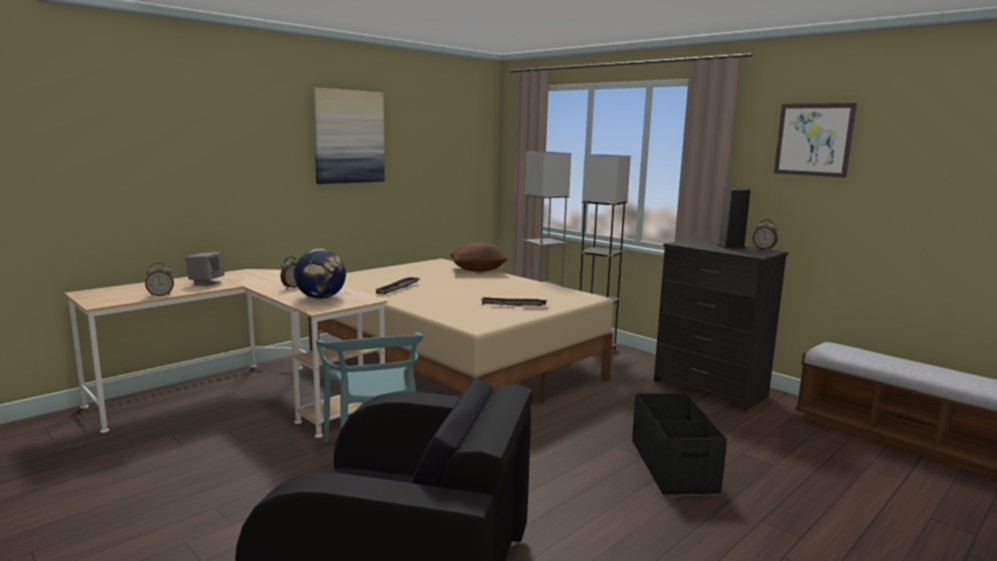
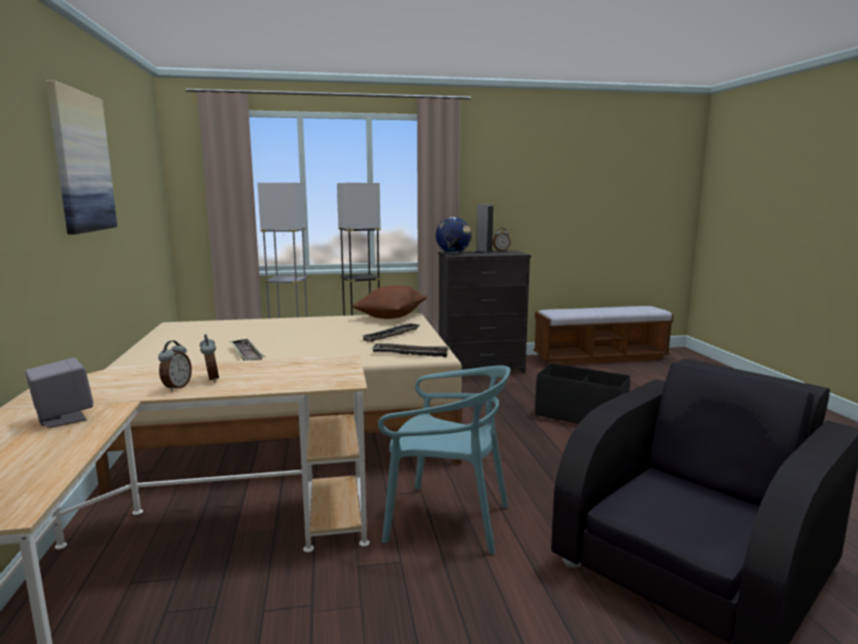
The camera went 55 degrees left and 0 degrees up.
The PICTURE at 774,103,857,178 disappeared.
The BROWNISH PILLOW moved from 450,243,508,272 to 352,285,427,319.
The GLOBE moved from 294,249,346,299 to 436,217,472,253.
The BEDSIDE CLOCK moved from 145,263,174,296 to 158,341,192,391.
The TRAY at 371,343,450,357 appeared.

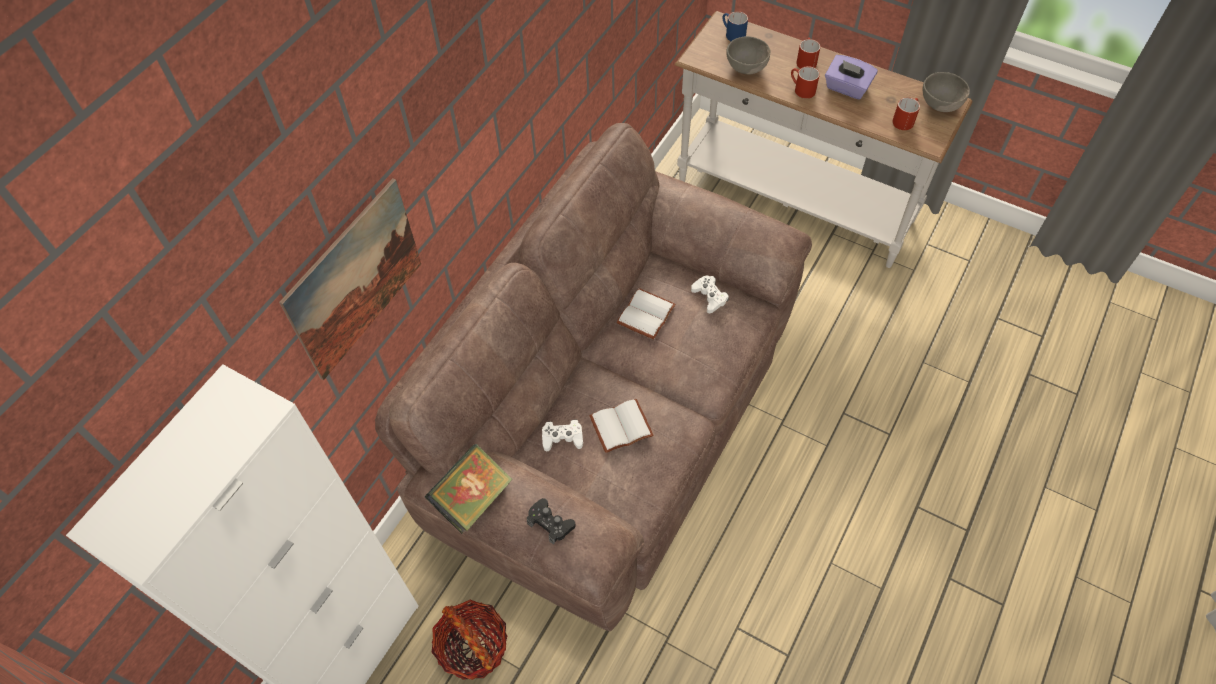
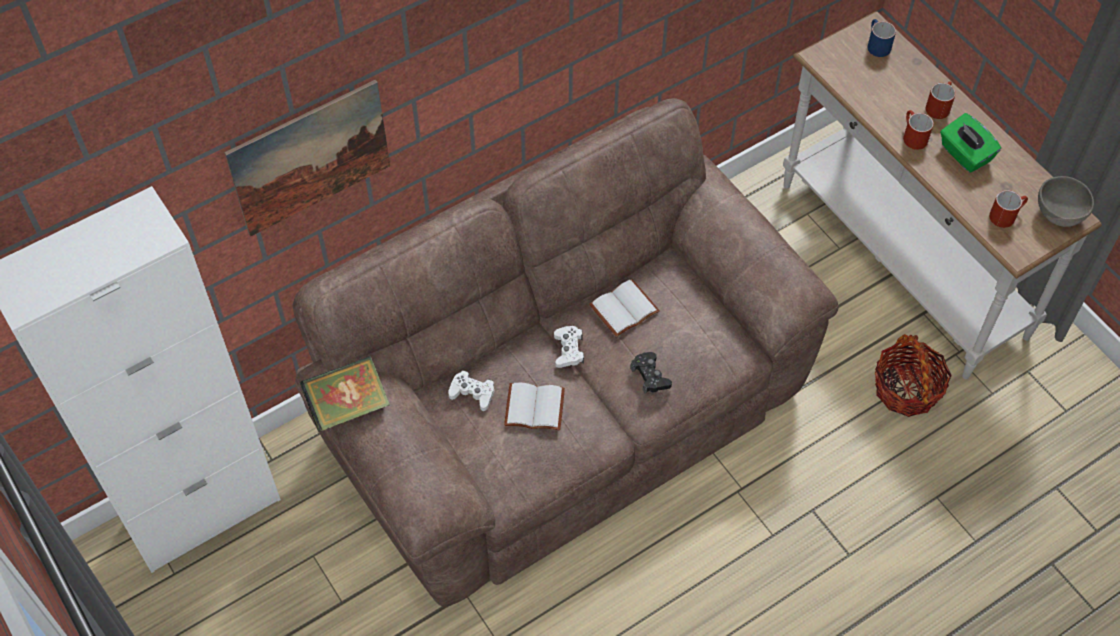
The camera went 25 degrees right and 0 degrees up.
The GREYISH SERVING BOWL at 726,36,770,74 disappeared.
The PURPLE-COLOURED BOX OF TISSUES at 825,55,878,100 became the GREEN BOX OF TISSUES at 940,113,1001,173.
The WHITE-COLOURED GAMEPAD moved from 691,276,729,313 to 554,326,584,368.
The BLACKISH GAMEPAD moved from 527,498,576,545 to 630,352,672,393.
The HOUSEHOLD BASKET moved from 431,600,507,680 to 875,334,952,417.

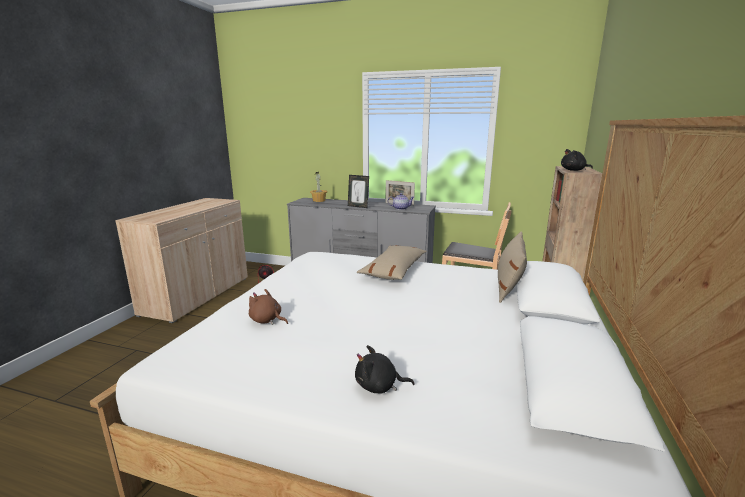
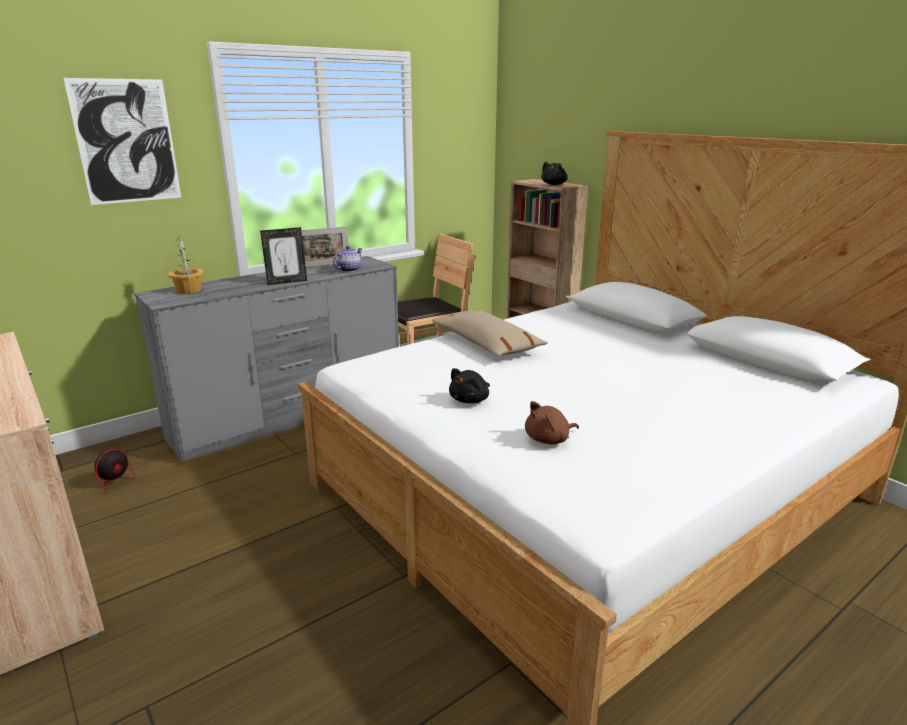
The camera went 55 degrees left and 5 degrees up.
The SAND-COLOURED PILLOW at 498,231,527,303 disappeared.
The BLACKISH SOFT TOY moved from 355,345,415,393 to 449,368,490,403.
The PICTURE at 64,78,181,205 appeared.

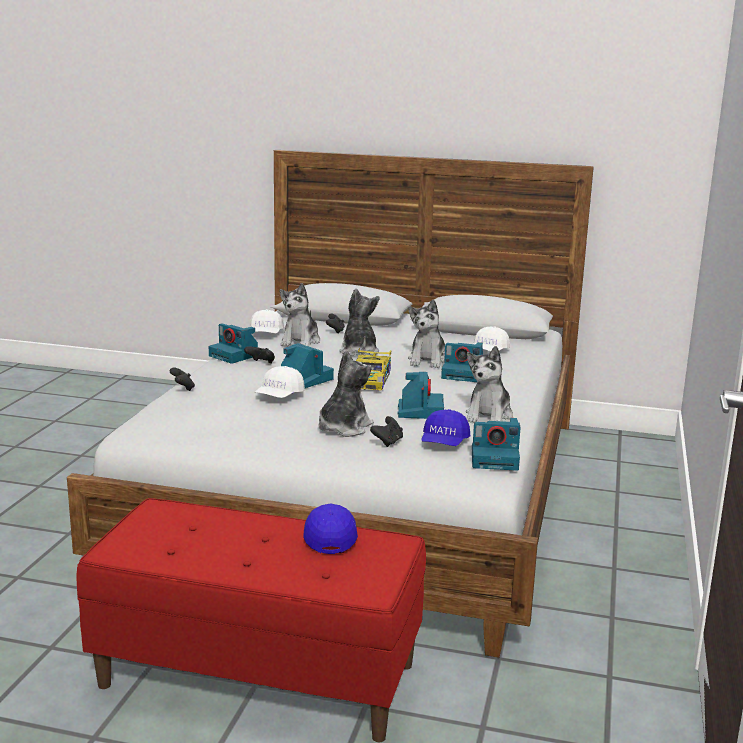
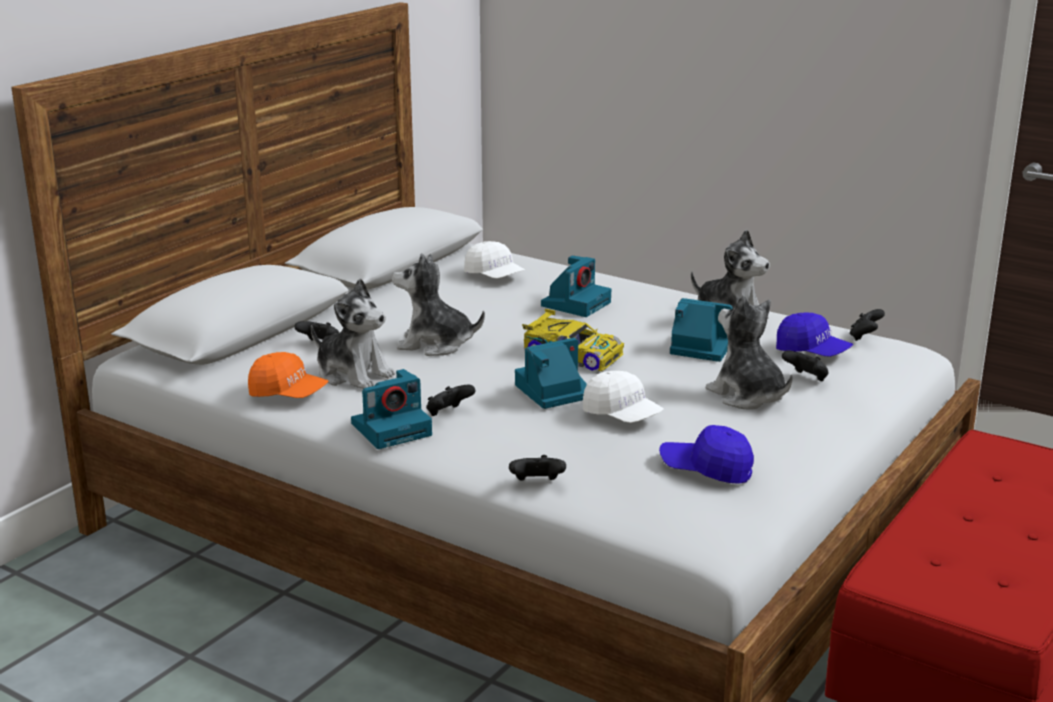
The camera went 70 degrees left and 5 degrees up.
The SOFT TOY at 408,299,445,368 disappeared.
The WHITE-COLOURED PEAKED CAP at 249,309,284,333 became the ORANGEY PEAKED CAP at 248,352,329,398.
The STILL CAMERA at 472,418,521,471 was replaced by the BLACKISH GAMEPAD at 850,309,885,341.
The BLUE-COLOURED PEAKED CAP moved from 303,503,358,554 to 659,425,754,484.

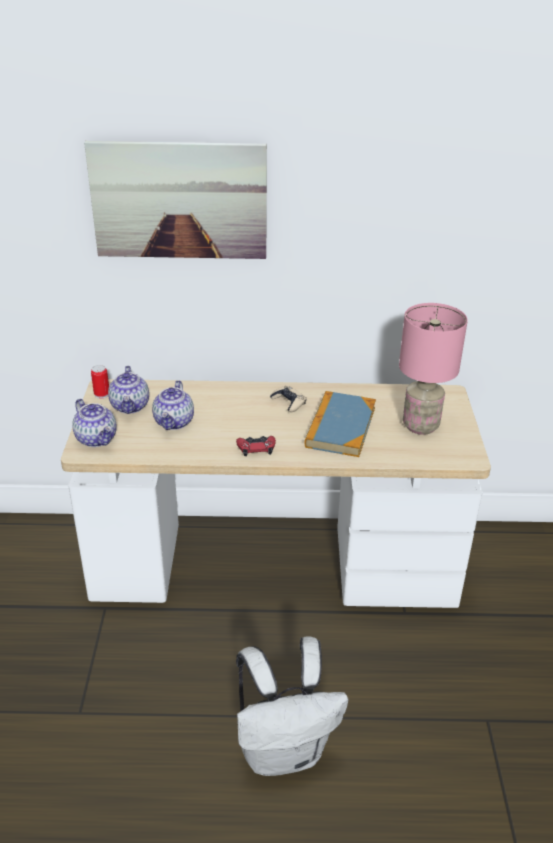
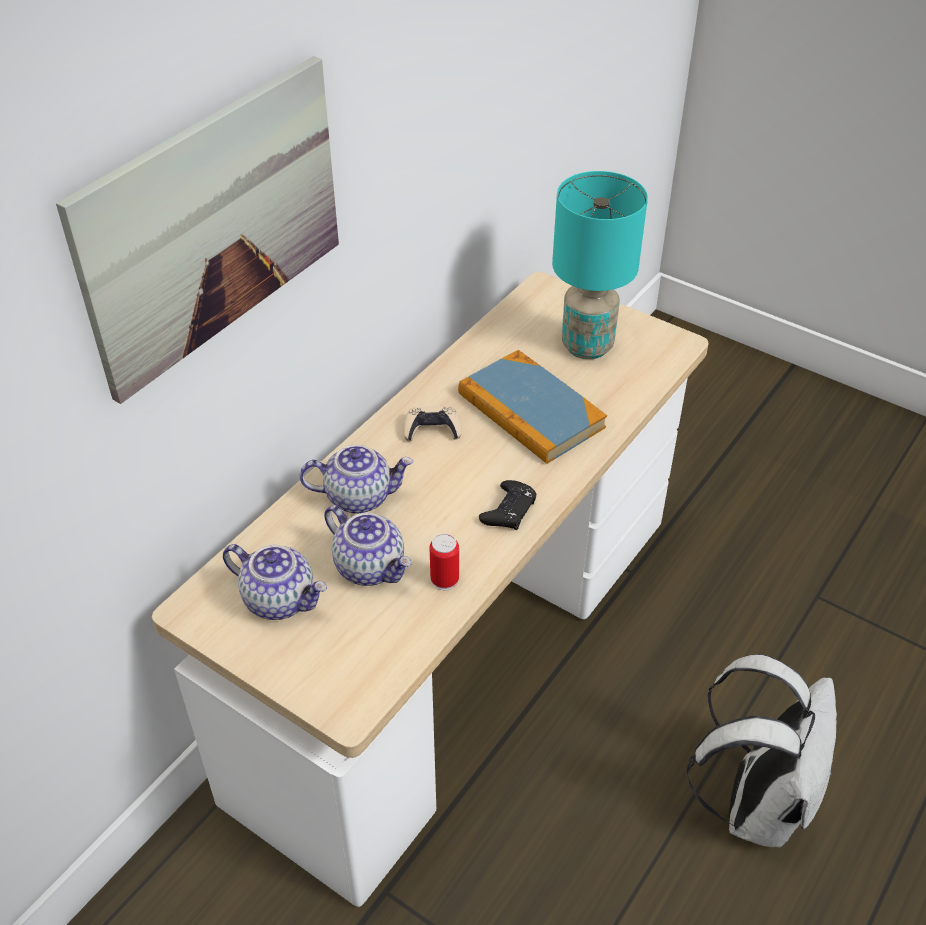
The camera went 55 degrees left and 10 degrees up.
The PINK-COLOURED LAMP FOR A TABLE at 399,303,468,435 became the TURQUOISE LAMP FOR A TABLE at 552,171,648,359.
The SEALED CAN moved from 91,365,109,399 to 429,534,459,590.
The POT FOR TEA moved from 72,399,117,447 to 300,445,413,513.
The RED-COLOURED GAMEPAD at 236,436,276,456 became the BLACKISH GAMEPAD at 479,480,537,530.

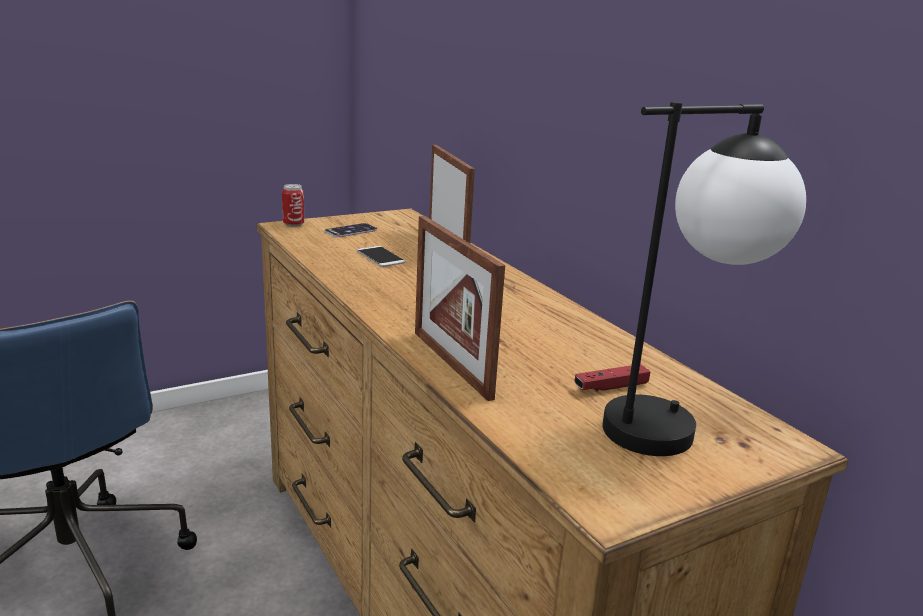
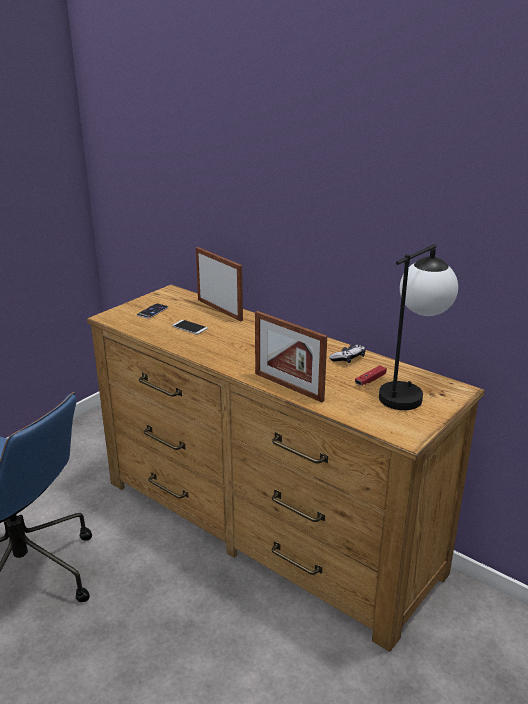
The camera went 20 degrees left and 5 degrees up.
The SEALED CAN at 282,184,305,227 disappeared.
The GAMEPAD at 329,344,366,363 appeared.

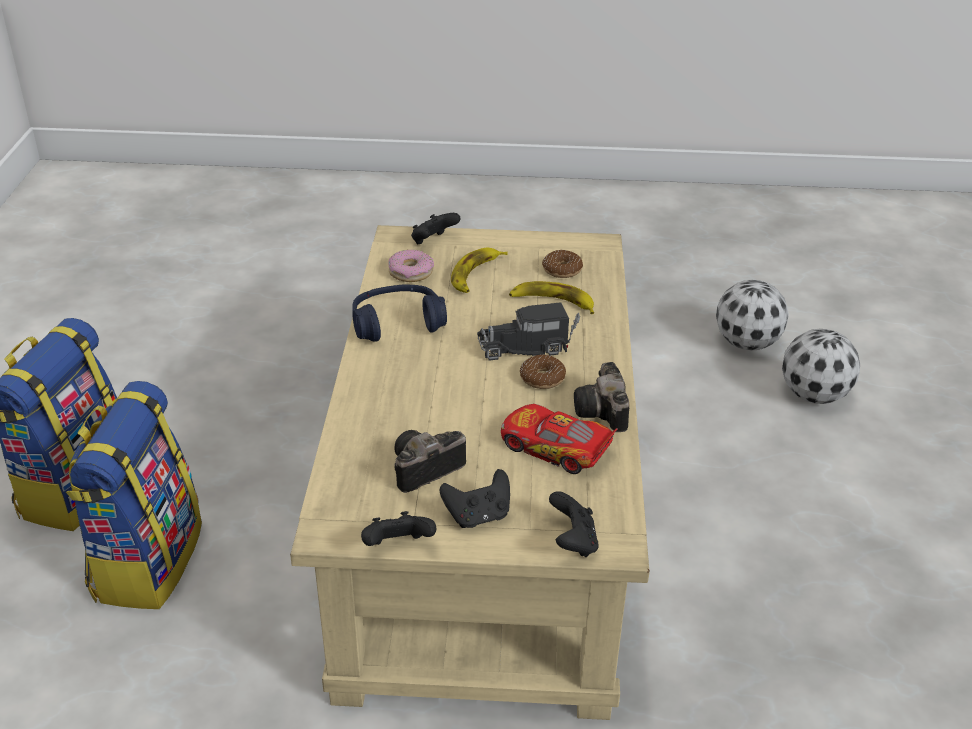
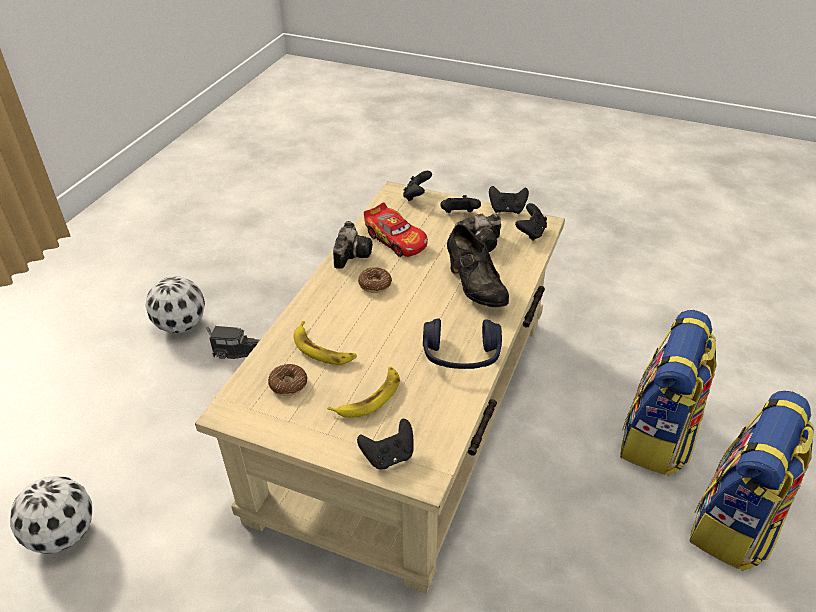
The camera went 160 degrees left and 5 degrees up.
The DONUT at 389,249,434,282 disappeared.
The TOY TRUCK moved from 477,302,580,361 to 207,326,260,359.
The FOOTBALL BALL moved from 782,329,860,404 to 145,276,205,333.
The BLACKISH GAMEPAD at 515,203,547,241 appeared.
The BLACKISH LOW SHOE at 447,224,509,307 appeared.

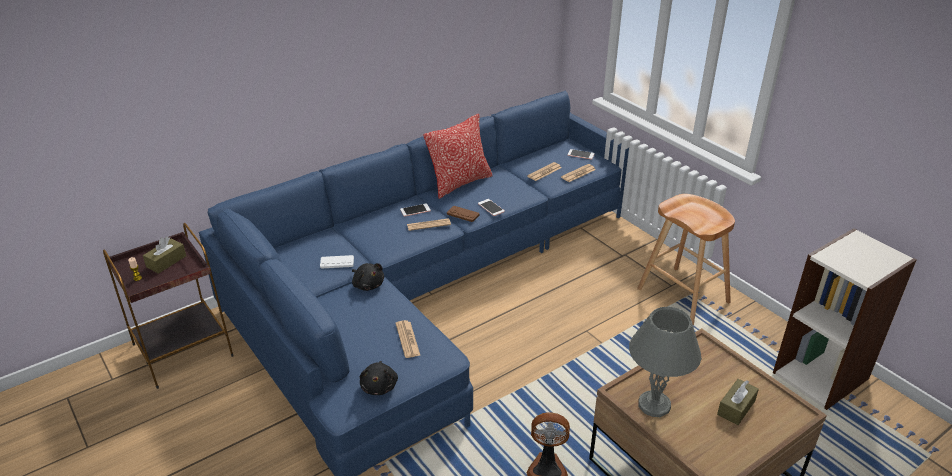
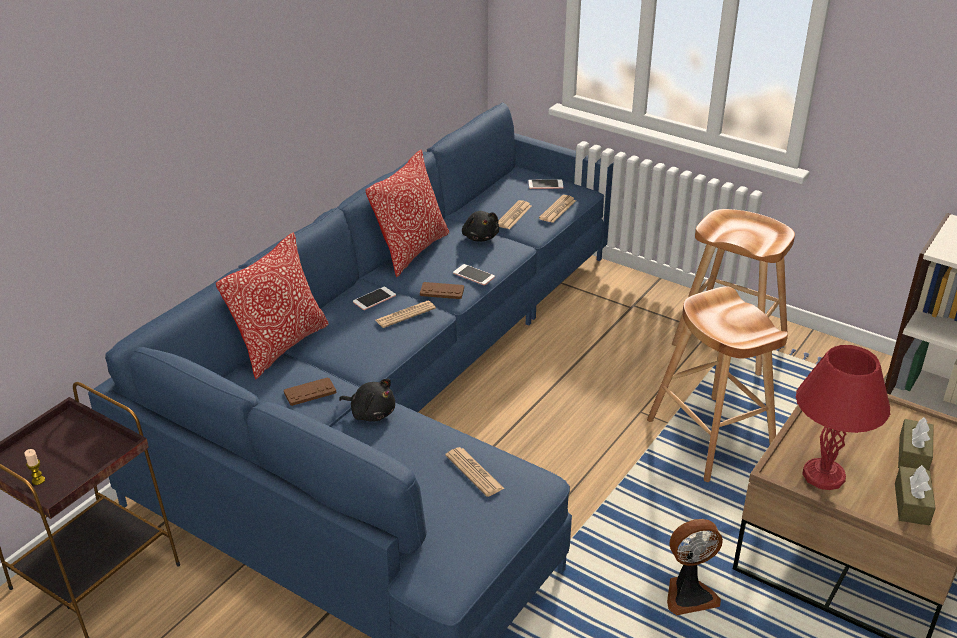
The camera went 20 degrees left and 0 degrees up.
The BROWNISH BOX OF TISSUES moved from 143,236,186,274 to 895,465,936,525.
The WHITE-COLOURED GAMEPAD at 320,255,354,269 became the BROWNISH GAMEPAD at 284,377,336,406.
The GREYISH LAMP FOR A TABLE at 629,307,702,417 became the RED-COLOURED LAMP FOR A TABLE at 795,345,890,490.
The BLACKISH SOFT TOY moved from 360,361,398,395 to 462,211,499,242.
The PILLOW at 216,232,329,380 appeared.
The BROWNISH STOOL at 647,286,788,482 appeared.

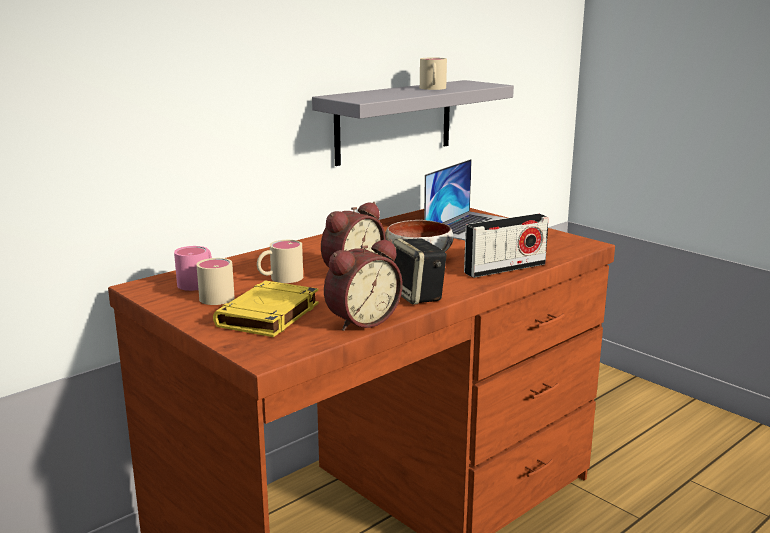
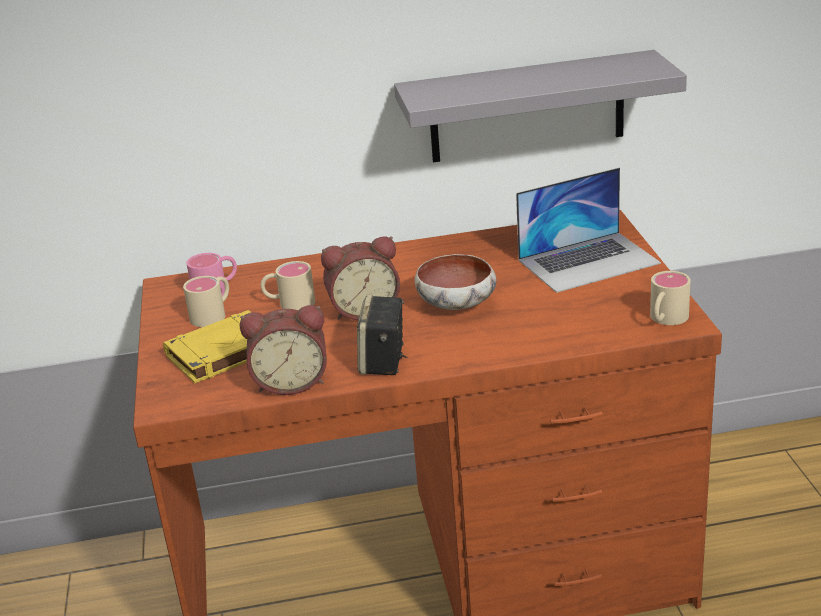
The camera went 35 degrees right and 10 degrees up.
The SAND-COLOURED COFFEE MUG moved from 420,58,447,90 to 650,271,691,325.
The RADIO at 464,213,549,278 disappeared.

